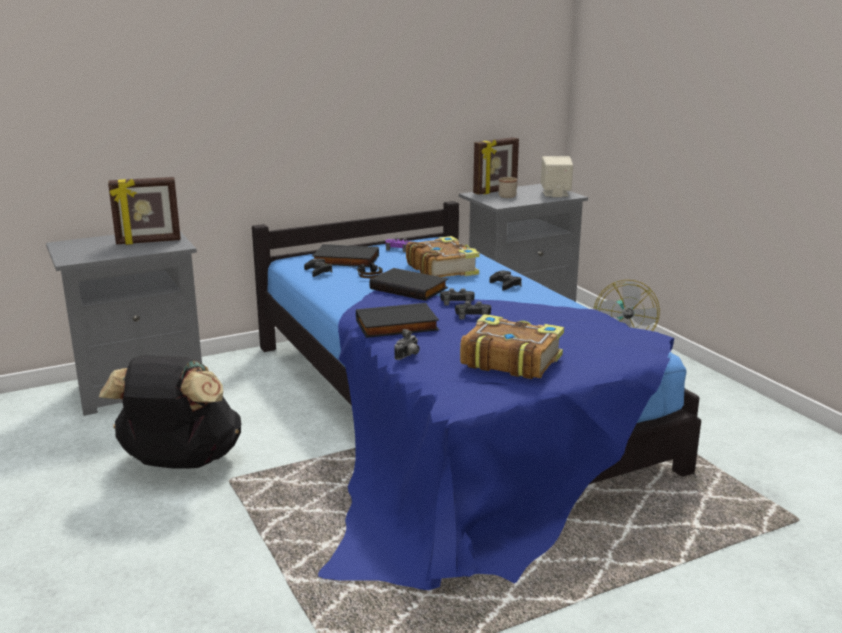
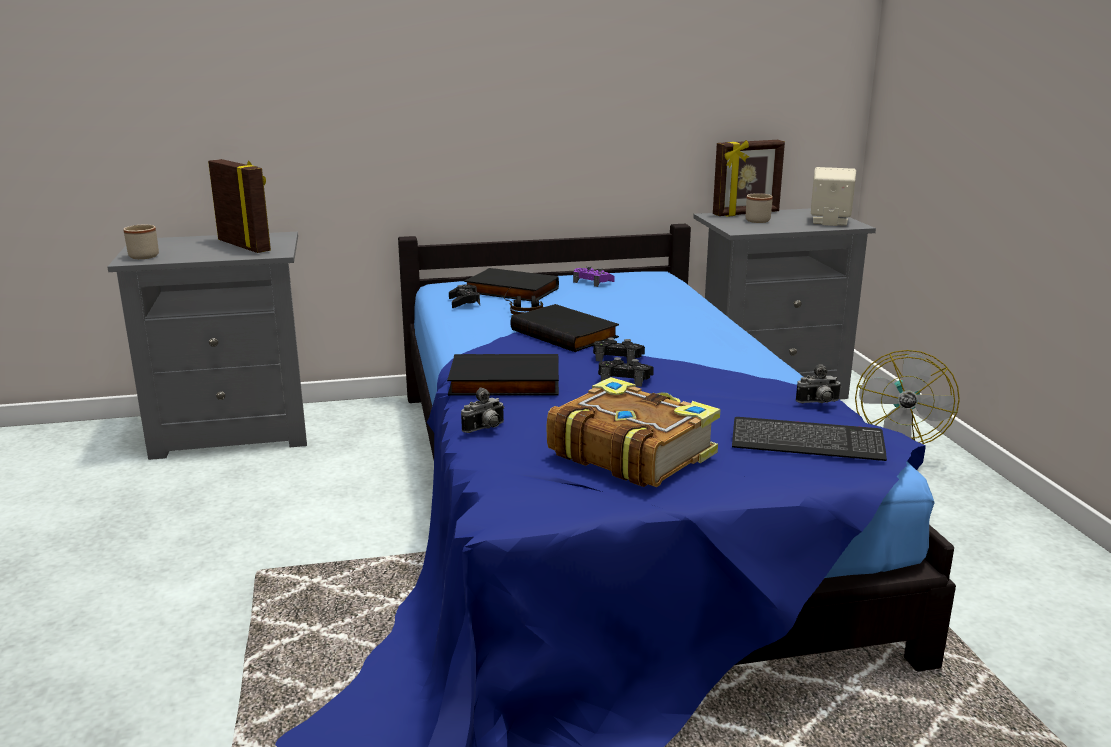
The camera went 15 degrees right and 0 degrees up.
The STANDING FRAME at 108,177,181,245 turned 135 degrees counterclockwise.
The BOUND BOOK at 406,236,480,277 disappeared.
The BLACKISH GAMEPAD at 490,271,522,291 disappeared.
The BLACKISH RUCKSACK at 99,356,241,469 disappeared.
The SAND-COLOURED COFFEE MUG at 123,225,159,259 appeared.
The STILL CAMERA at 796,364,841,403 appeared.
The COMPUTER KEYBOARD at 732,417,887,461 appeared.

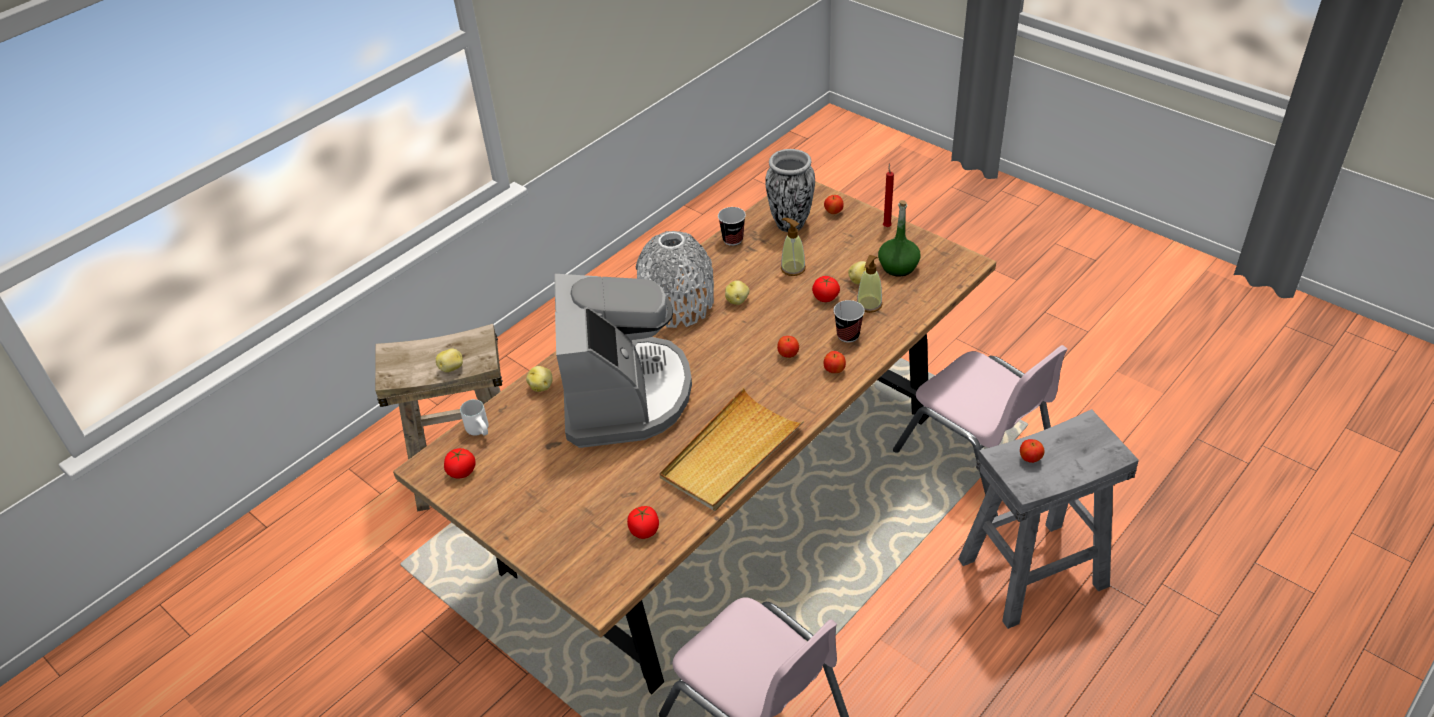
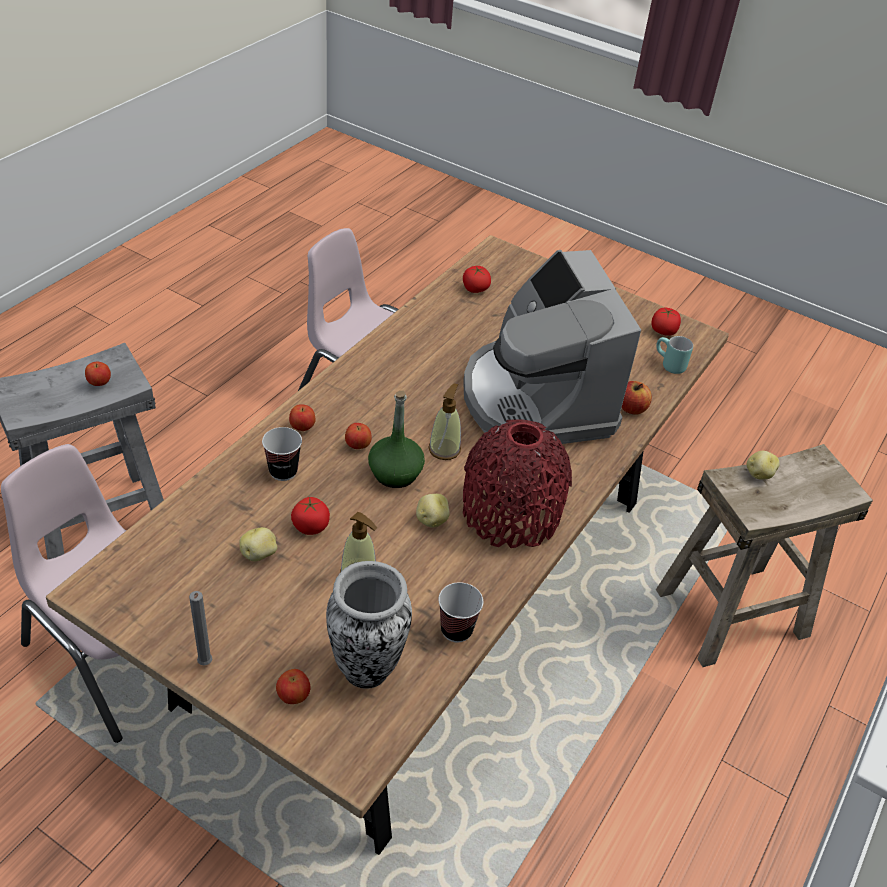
The camera went 165 degrees right and 0 degrees up.
The RED-COLOURED WAX CANDLE at 883,163,894,227 became the GREYISH WAX CANDLE at 189,591,212,665.
The GREEN BEVERAGE BOTTLE moved from 878,200,921,276 to 368,391,425,488.
The GREYISH FLOWER VASE at 636,231,714,328 became the RED-COLOURED FLOWER VASE at 463,419,572,548.
The LIQUID SOAP BOTTLE moved from 857,255,882,313 to 428,383,461,460.
The POTATO at 526,366,553,392 was replaced by the WHOLE APPLE at 622,381,652,415.
The SAND-COLOURED TRAY at 659,388,805,511 disappeared.
The WHITE-COLOURED COFFEE MUG at 460,399,489,436 became the TURQUOISE COFFEE MUG at 656,336,693,374.

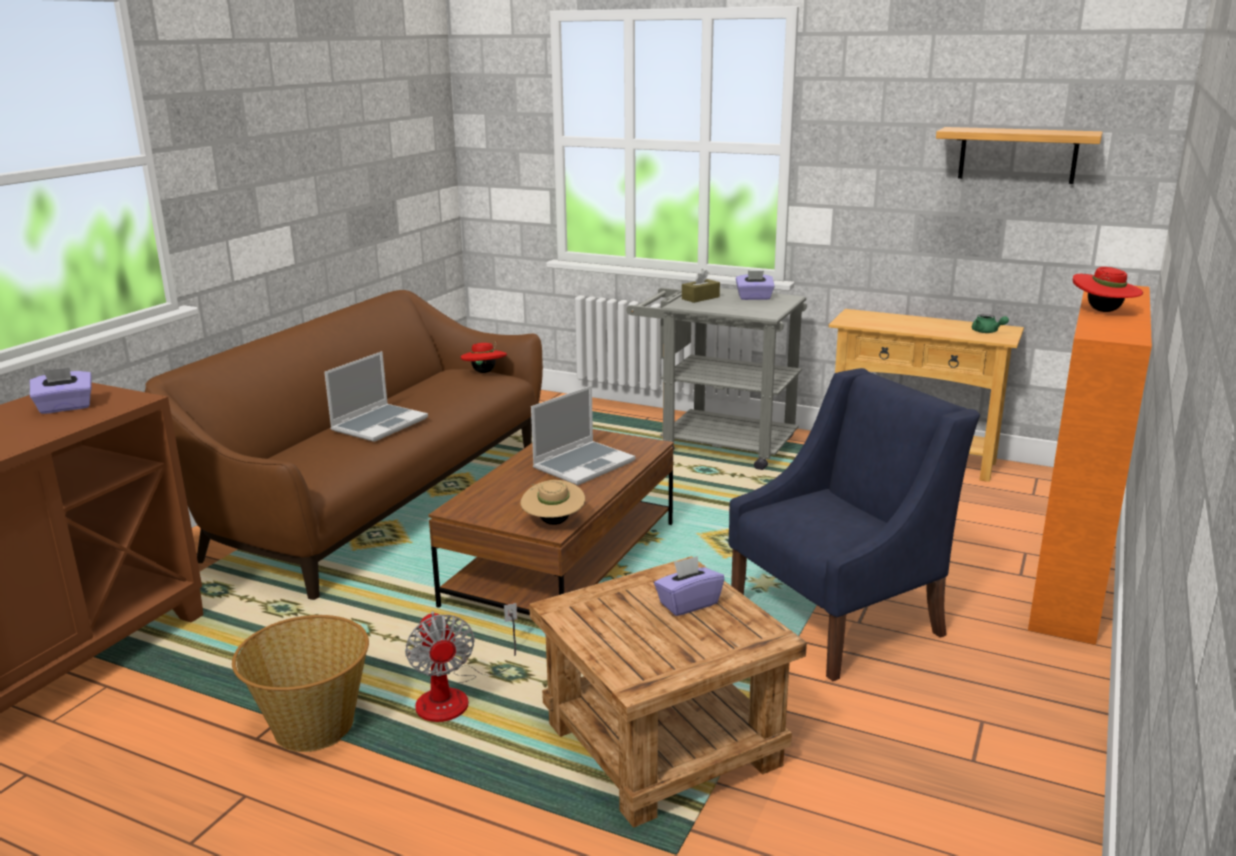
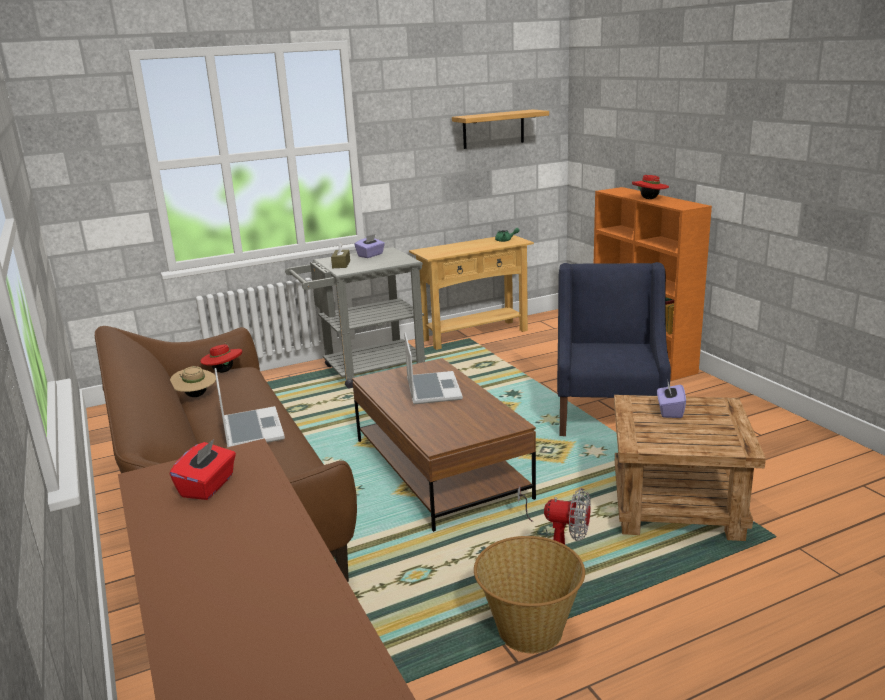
The camera went 50 degrees left and 0 degrees up.
The PURPLE-COLOURED BOX OF TISSUES at 30,368,92,414 became the RED-COLOURED BOX OF TISSUES at 170,439,236,500.
The SAND-COLOURED HAT moved from 520,480,585,525 to 170,366,216,397.

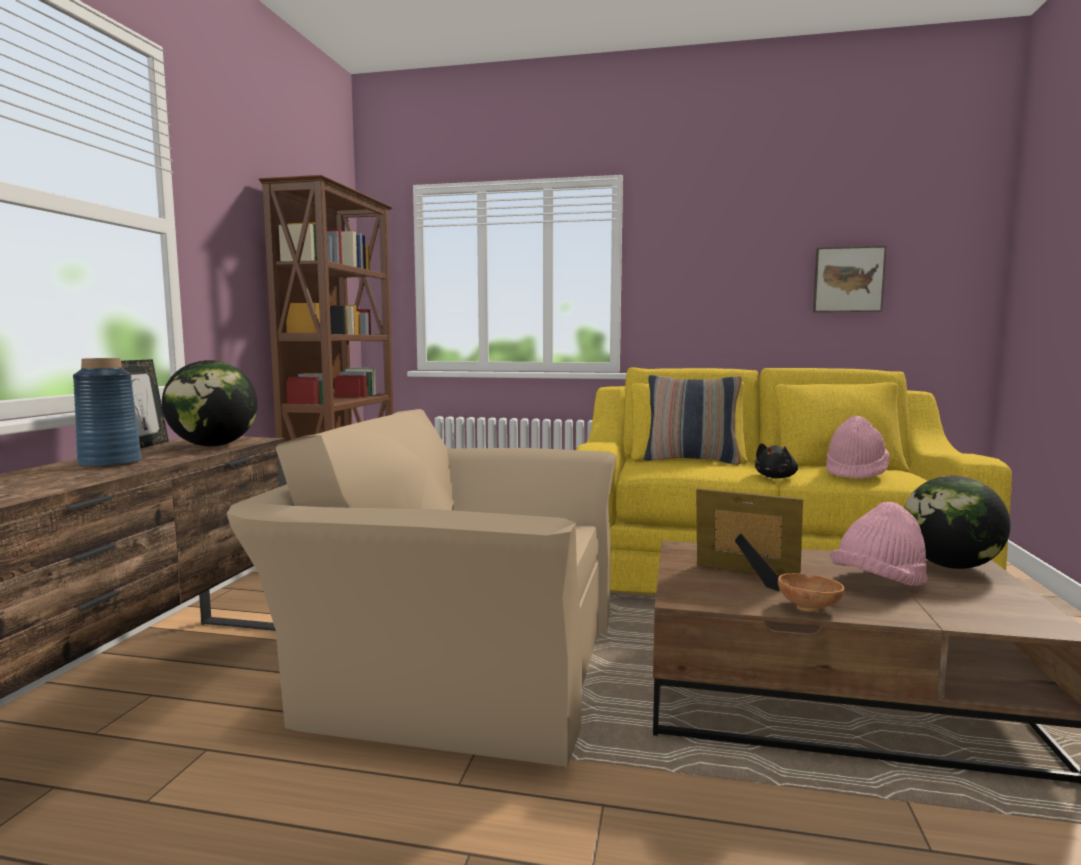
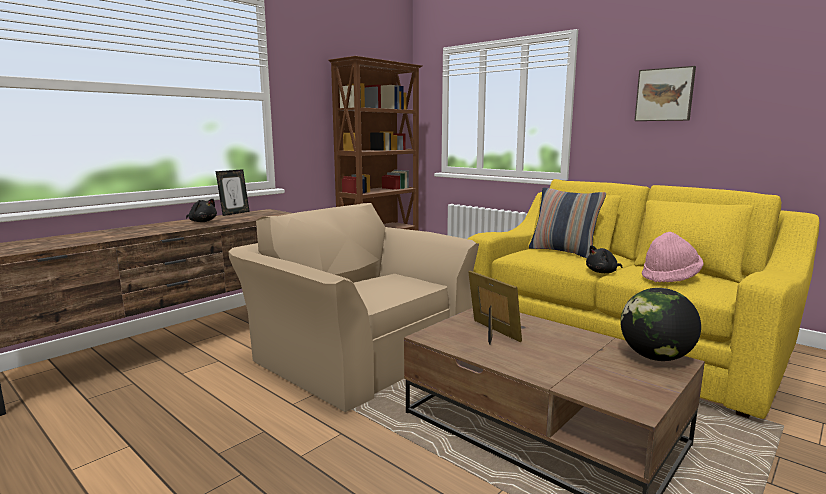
The camera went 30 degrees right and 5 degrees up.
The PICTURE moved from 813,246,886,312 to 634,66,696,121.
The BLUE-COLOURED FLOWER VASE at 73,358,141,468 was replaced by the BLACKISH SOFT TOY at 186,199,217,222.
The GLOBE at 162,360,258,446 disappeared.
The PINK-COLOURED HAT at 829,502,927,586 disappeared.
The BROWNISH SERVING BOWL at 778,573,844,612 disappeared.

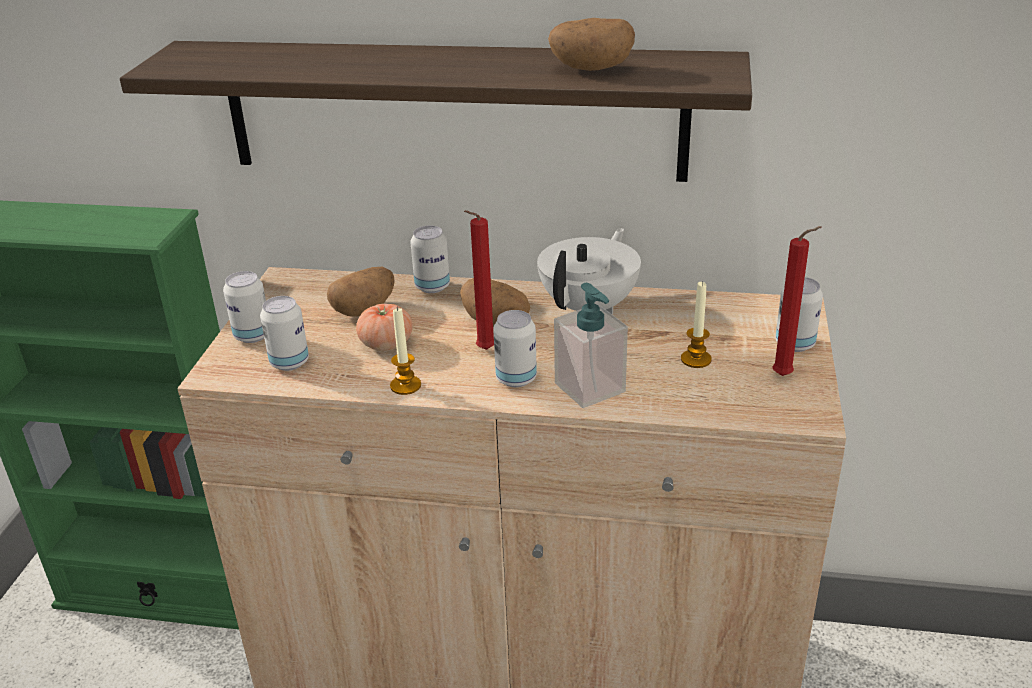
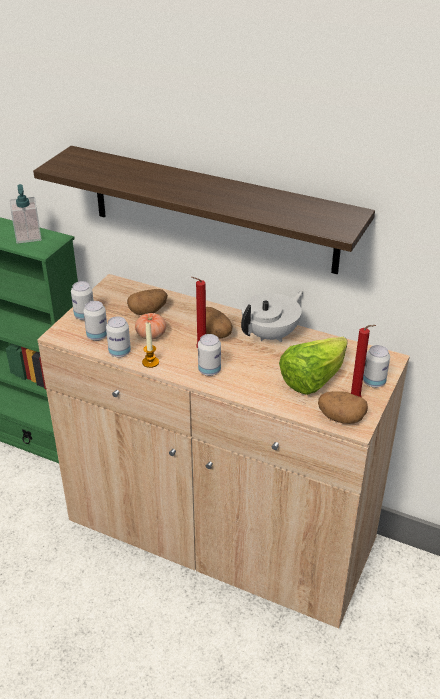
The camera went 15 degrees right and 5 degrees up.
The POTATO moved from 548,18,635,71 to 318,391,368,424.
The SEALED CAN moved from 410,225,450,293 to 106,316,131,358.
The WAX CANDLE at 681,281,712,368 was replaced by the LETTUCE at 279,337,348,395.
The LIQUID SOAP BOTTLE moved from 554,283,628,408 to 10,184,42,244.

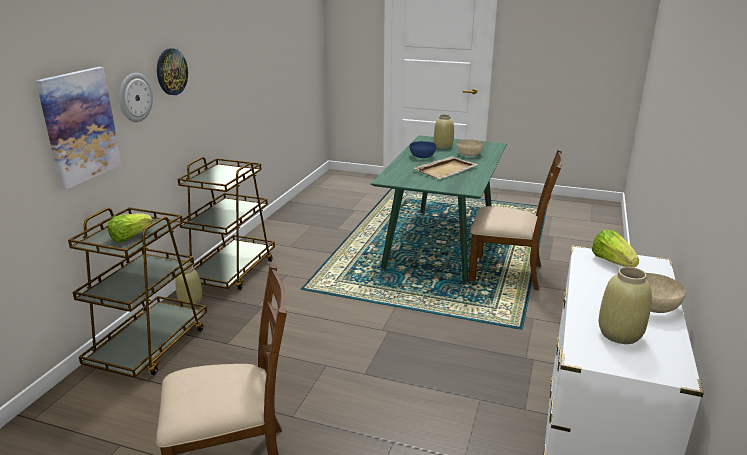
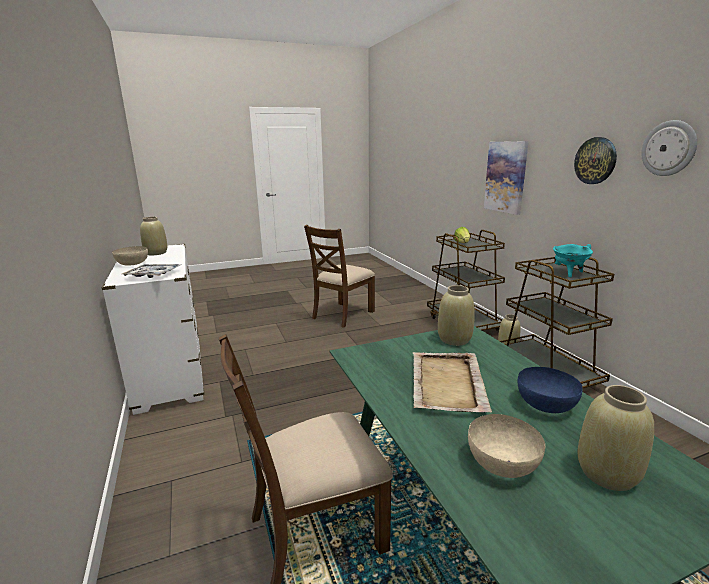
The camera went 140 degrees right and 5 degrees down.
The WALL CLOCK moved from 119,73,153,122 to 641,120,697,176.
The LETTUCE at 591,230,639,267 was replaced by the TRAY at 122,264,180,278.
The TURQUOISE COOKING POT at 553,244,593,278 appeared.
The SAND-COLOURED FLOWER VASE at 438,285,475,346 appeared.

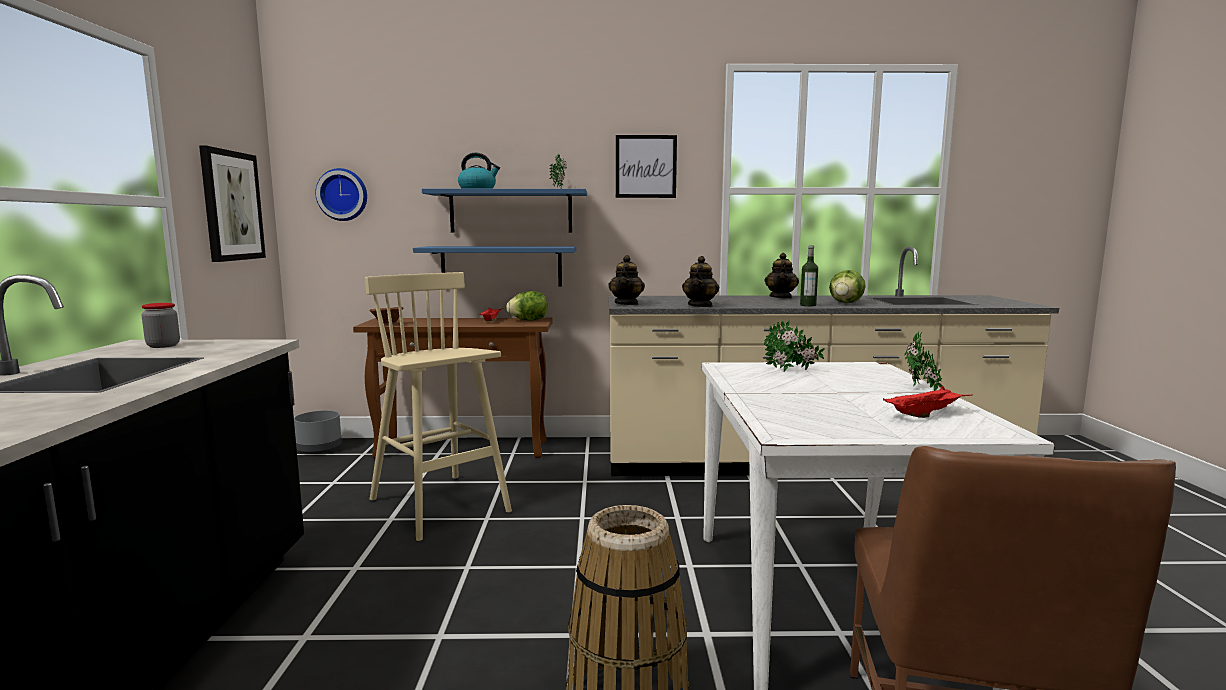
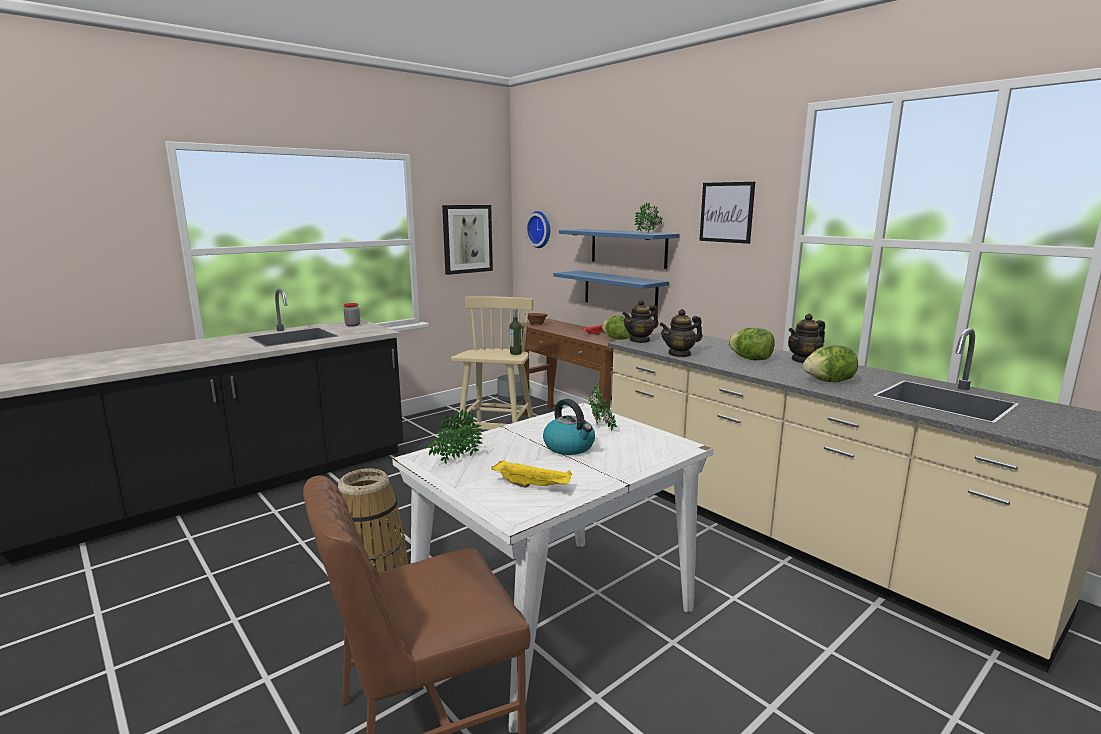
The camera went 50 degrees right and 5 degrees up.
The WATER KETTLE moved from 458,153,500,189 to 543,399,595,455.
The BEVERAGE BOTTLE moved from 800,245,818,306 to 510,308,522,355.
The POTTED PLANT moved from 904,330,944,391 to 427,409,483,464.
The RED-COLOURED TRAY at 883,386,973,418 became the YELLOWISH TRAY at 491,460,572,488.
The LETTUCE at 728,328,775,360 appeared.

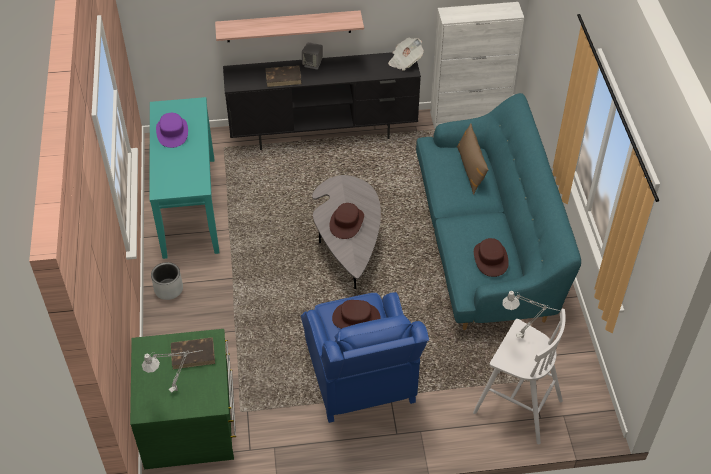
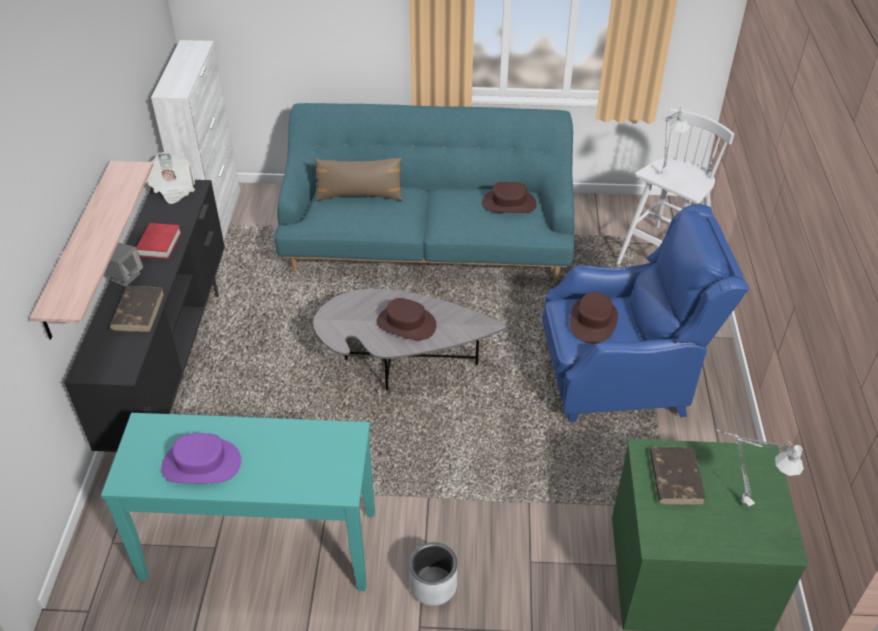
The camera went 80 degrees left and 5 degrees down.
The RED-COLOURED BOUND BOOK at 136,223,181,259 appeared.

